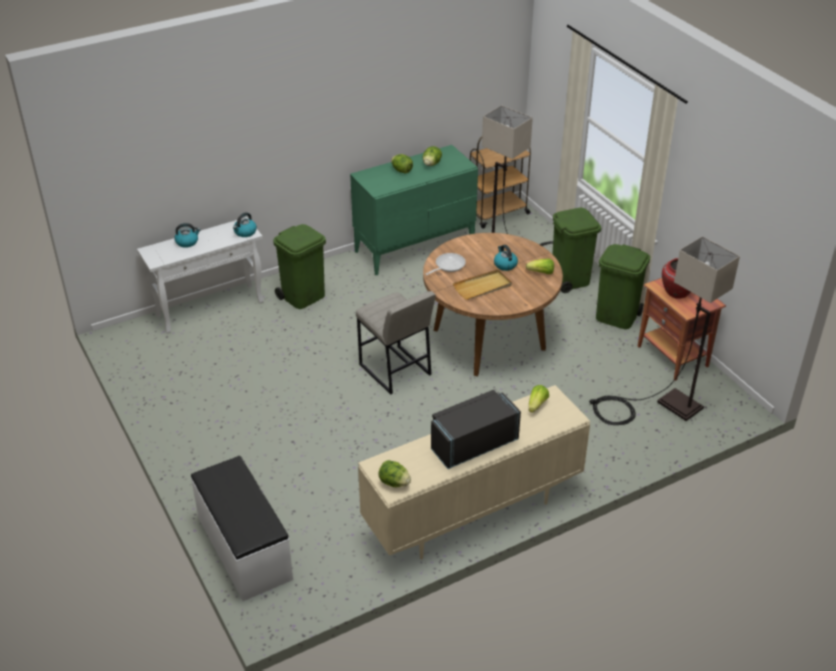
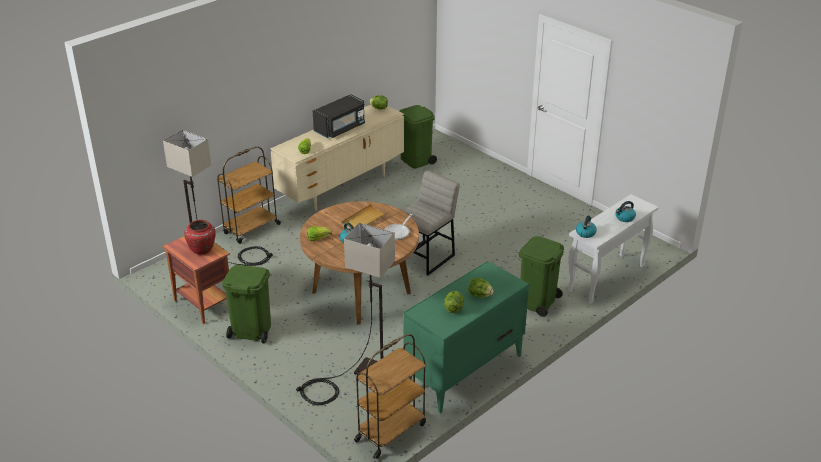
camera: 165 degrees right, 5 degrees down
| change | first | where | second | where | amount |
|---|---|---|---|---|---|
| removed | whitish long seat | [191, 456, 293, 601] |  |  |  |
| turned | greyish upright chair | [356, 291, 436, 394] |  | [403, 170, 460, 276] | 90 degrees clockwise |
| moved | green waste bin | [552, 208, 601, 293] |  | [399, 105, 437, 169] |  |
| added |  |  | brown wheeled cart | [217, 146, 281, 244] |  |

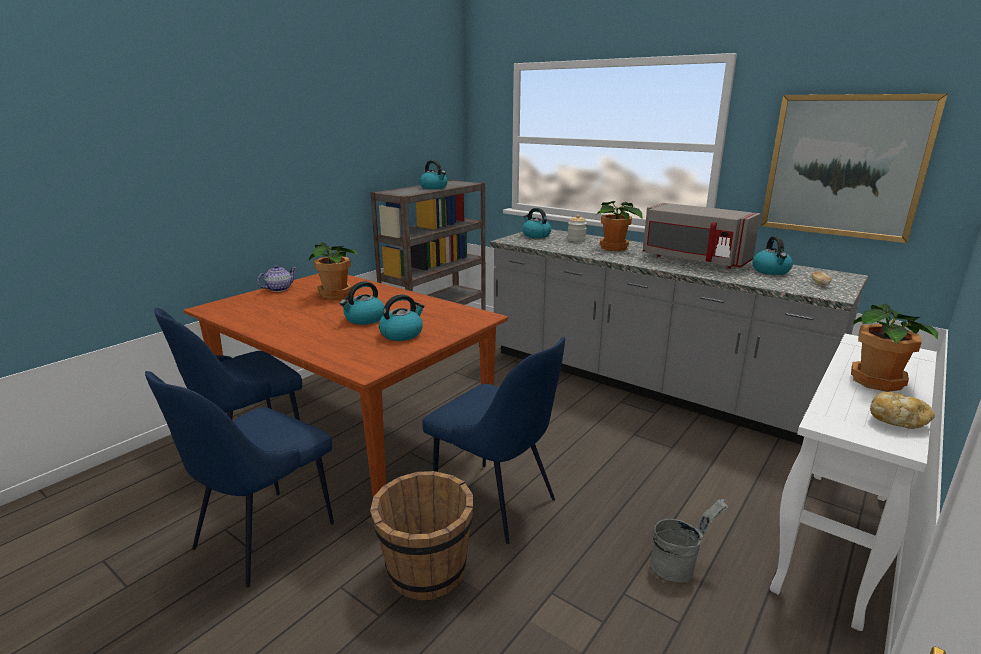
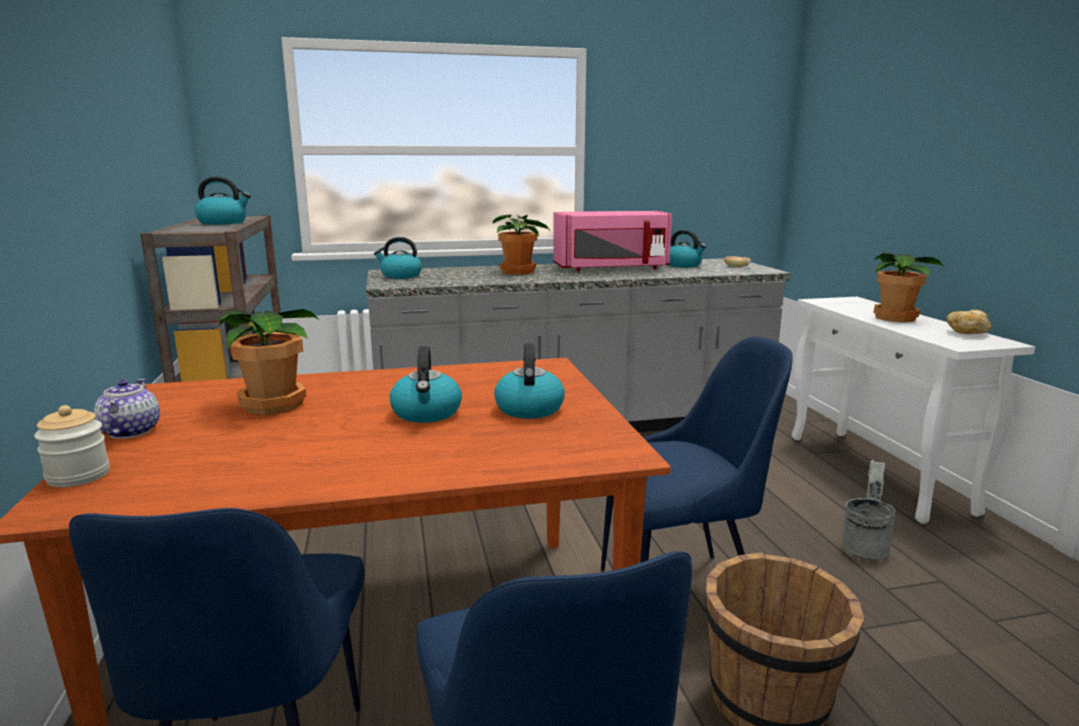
camera: 50 degrees left, 5 degrees down
| change | first | where | second | where | amount |
|---|---|---|---|---|---|
| moved | jar | [567, 215, 587, 242] |  | [34, 405, 110, 487] |  |
| recoloured | greyish kitchen microwave | [643, 203, 761, 269] | pink-coloured kitchen microwave | [553, 211, 672, 271] |  |
| removed | wall art | [760, 94, 948, 243] |  |  |  |

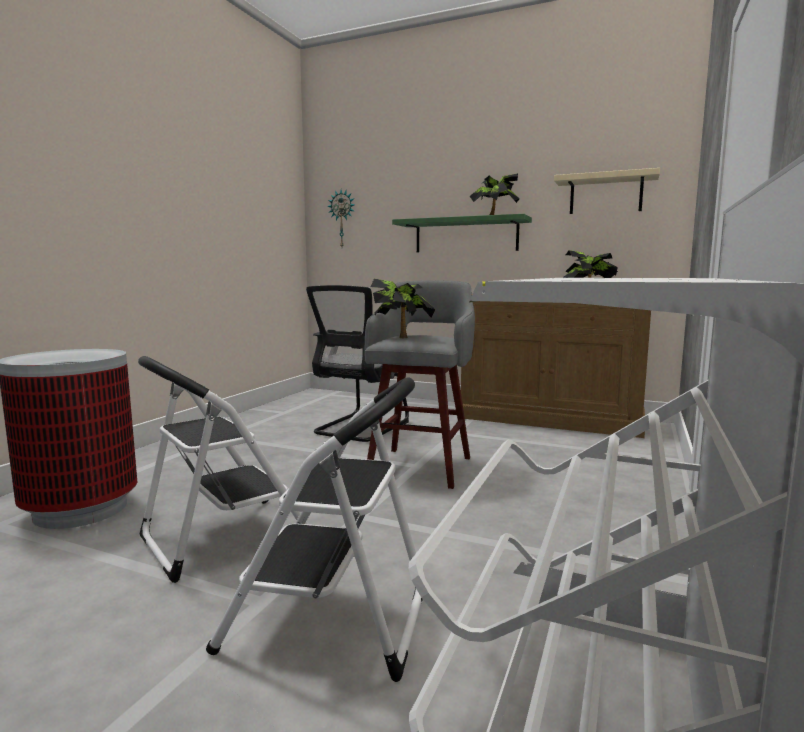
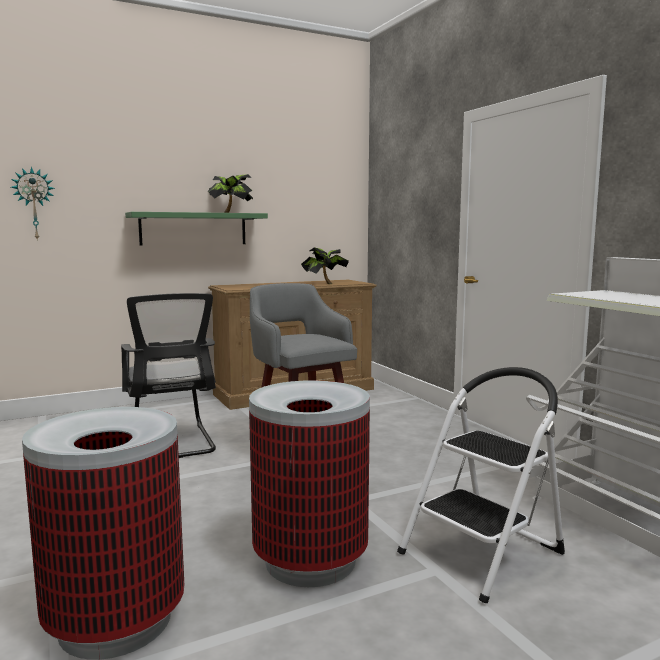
camera: 50 degrees left, 0 degrees up
| change | first | where | second | where | amount |
|---|---|---|---|---|---|
| replaced | step stool | [138, 356, 308, 583] | waste bin | [249, 380, 370, 587] |  |
| removed | plant in a pot | [370, 279, 436, 338] |  |  |  |
| removed | beige wall shelf | [554, 168, 660, 214] |  |  |  |

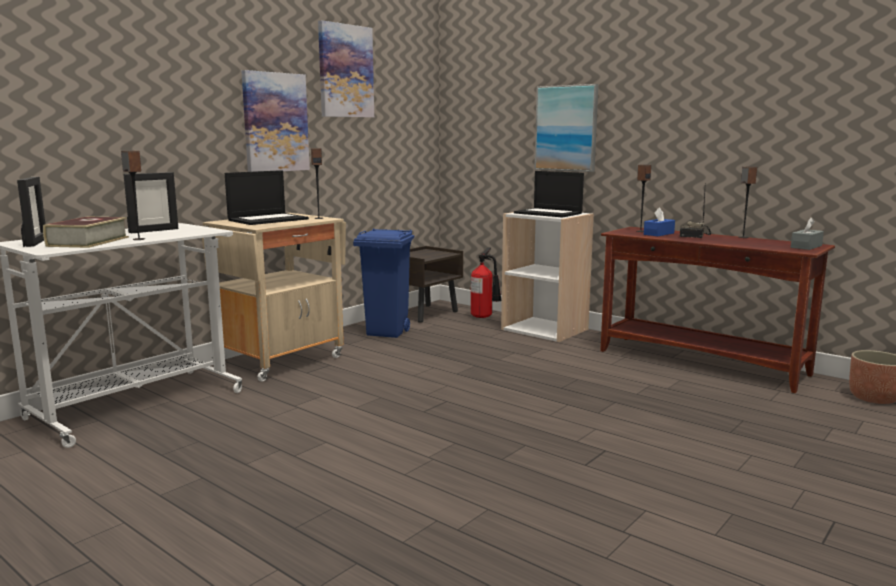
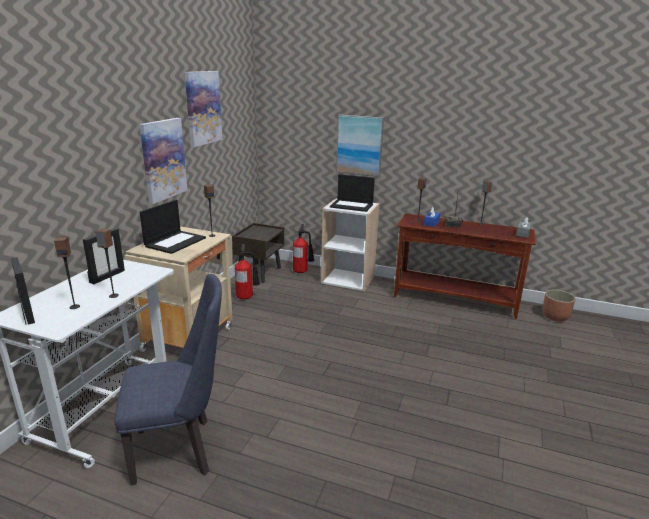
camera: 20 degrees left, 10 degrees up
| change | first | where | second | where | amount |
|---|---|---|---|---|---|
| replaced | volume | [43, 217, 129, 248] | speaker | [54, 237, 80, 309] |  |
| replaced | blue waste bin | [353, 228, 414, 338] | extinguisher | [235, 244, 260, 299] |  |
| added |  |  | blue upright chair | [114, 273, 222, 485] |  |

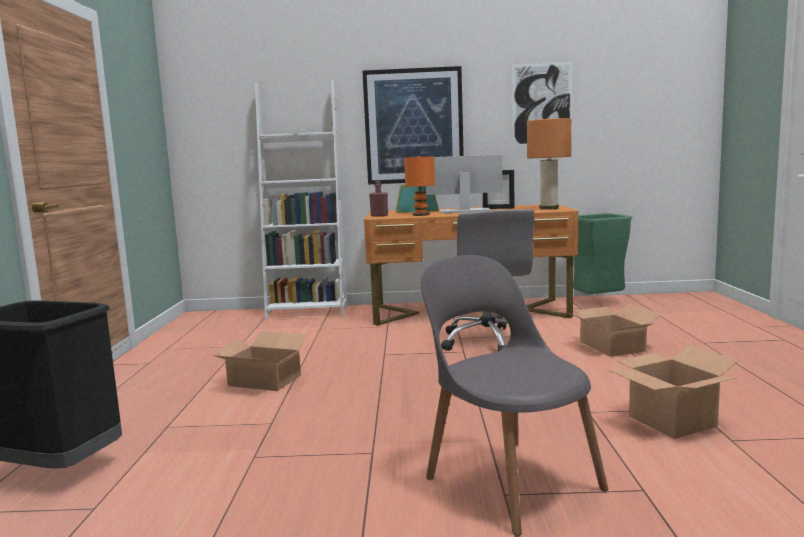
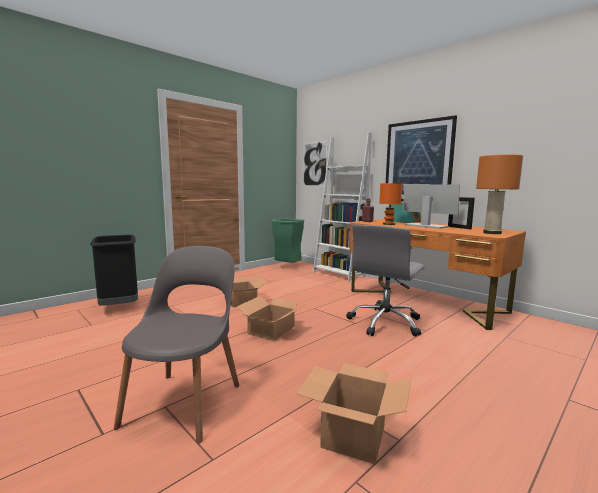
camera: 45 degrees right, 0 degrees up
| change | first | where | second | where | amount |
|---|---|---|---|---|---|
| moved | wall art | [512, 62, 572, 146] |  | [303, 140, 328, 186] |  |
| moved | packing box | [567, 303, 662, 356] |  | [237, 296, 304, 341] |  |
| moved | green waste bin | [573, 213, 632, 294] |  | [271, 218, 305, 263] |  |

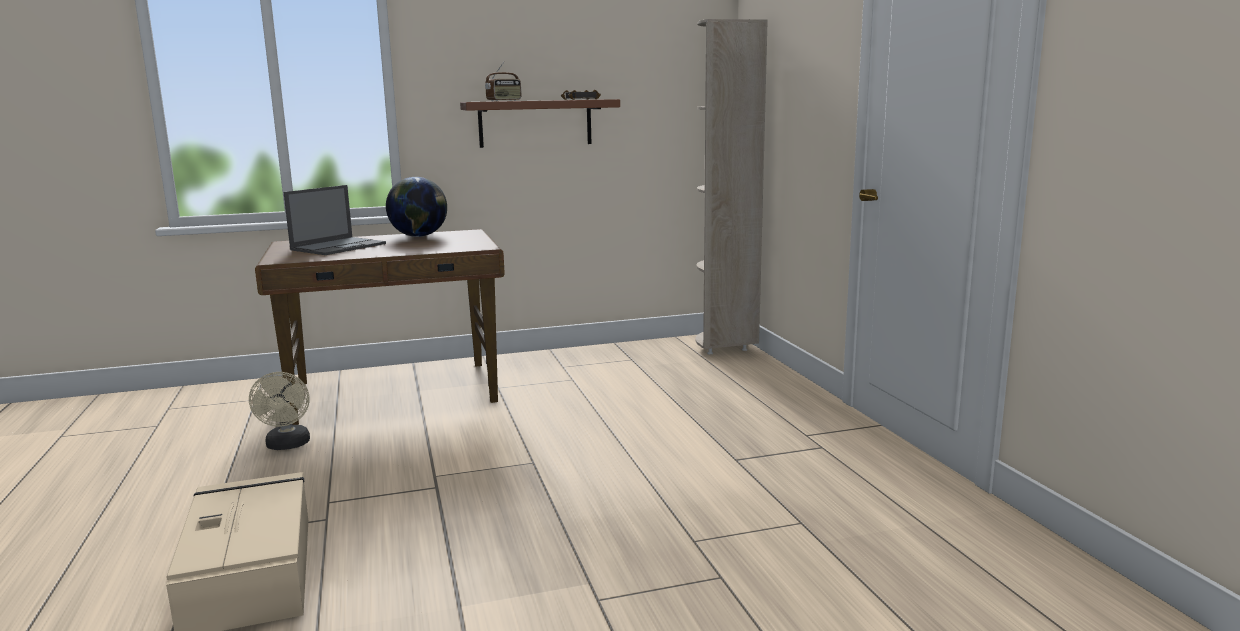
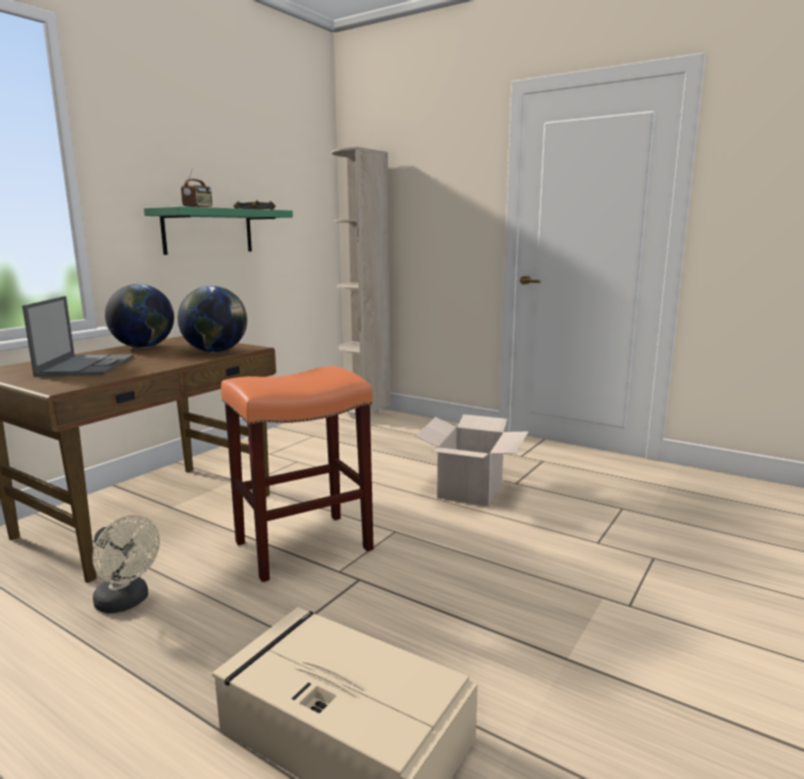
camera: 40 degrees left, 0 degrees up
| change | first | where | second | where | amount |
|---|---|---|---|---|---|
| recoloured | brown wall shelf | [460, 99, 620, 148] | green wall shelf | [144, 206, 293, 255] |  |
| added |  |  | globe | [178, 286, 247, 352] |  |
| added |  |  | orange-coloured stool seat | [221, 366, 374, 582] |  |
| added |  |  | packing box | [415, 414, 528, 506] |  |

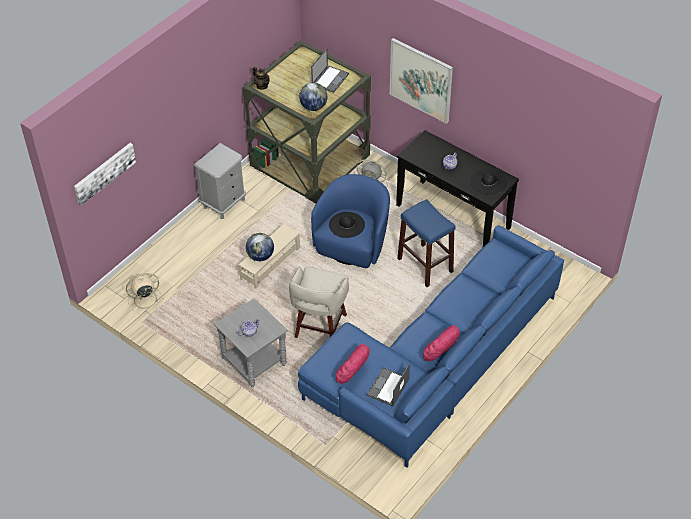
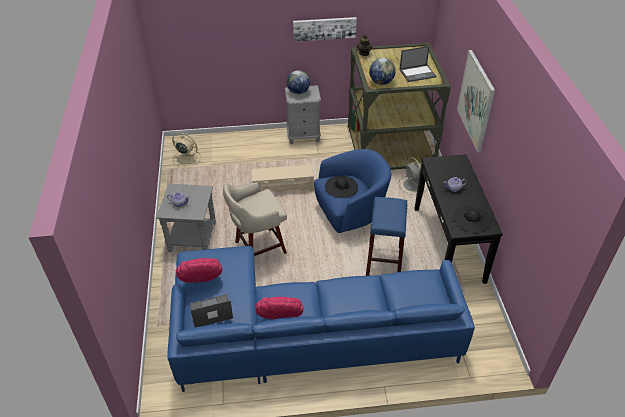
camera: 45 degrees right, 5 degrees down
| change | first | where | second | where | amount |
|---|---|---|---|---|---|
| moved | wall art | [74, 143, 136, 206] |  | [293, 17, 357, 42] |  |
| moved | globe | [246, 233, 274, 261] |  | [287, 70, 310, 94] |  |

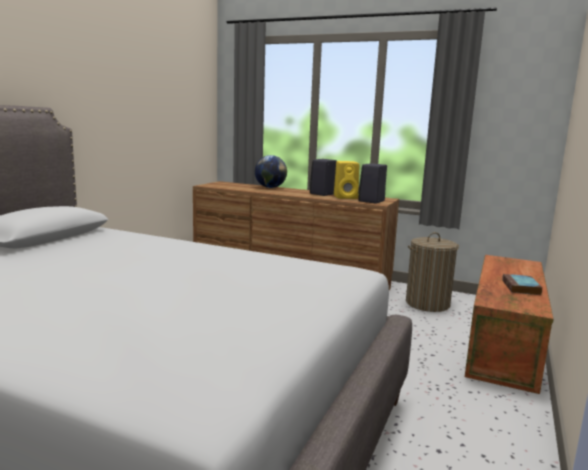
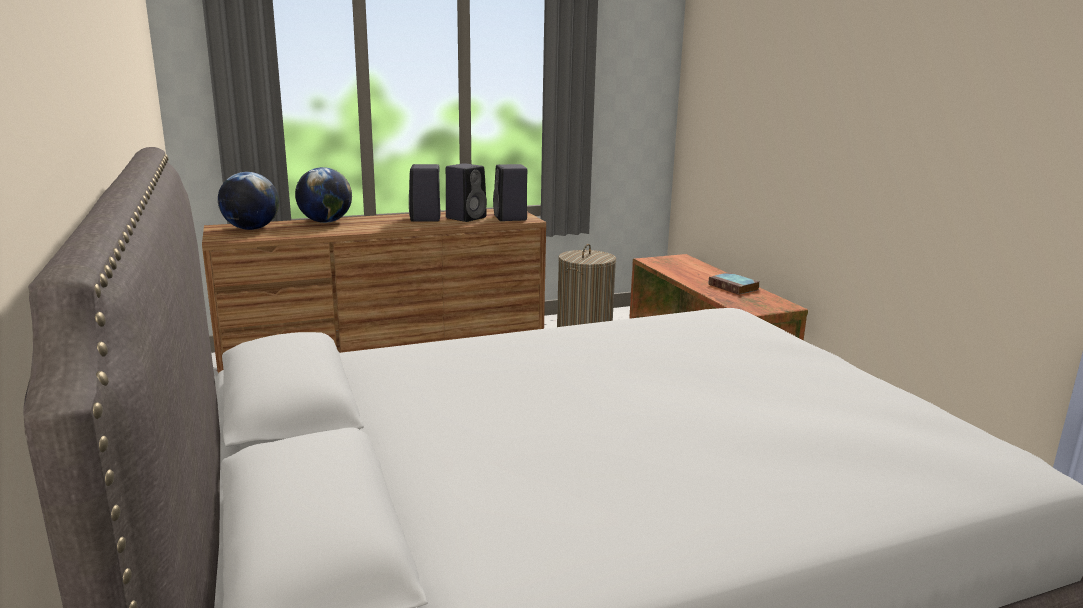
camera: 45 degrees left, 5 degrees up
| change | first | where | second | where | amount |
|---|---|---|---|---|---|
| recoloured | yellow-coloured speaker | [334, 161, 359, 199] | black-coloured speaker | [446, 163, 487, 222] |  |
| added |  |  | globe | [218, 172, 279, 230] |  |

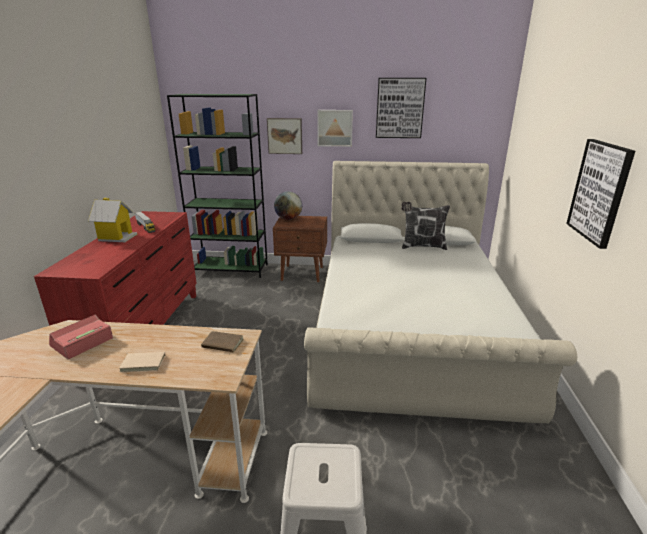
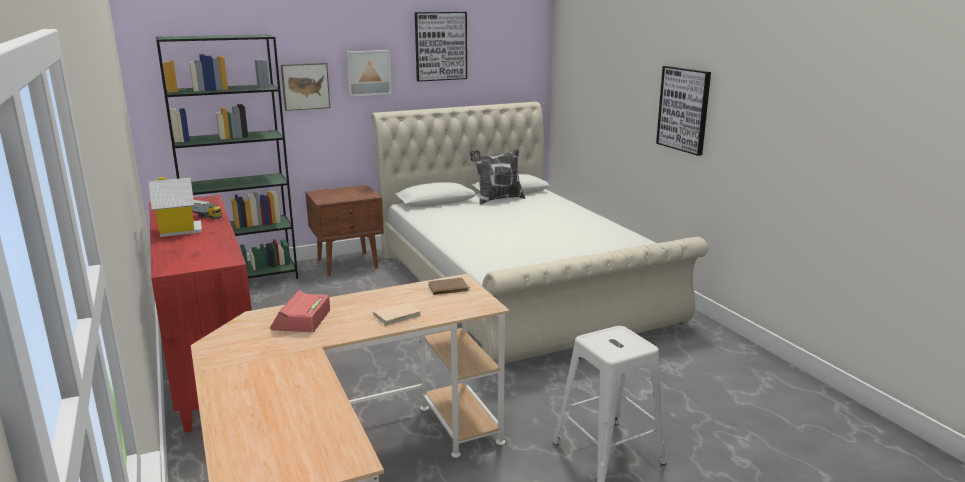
camera: 30 degrees left, 5 degrees down
| change | first | where | second | where | amount |
|---|---|---|---|---|---|
| removed | globe | [274, 191, 302, 220] |  |  |  |

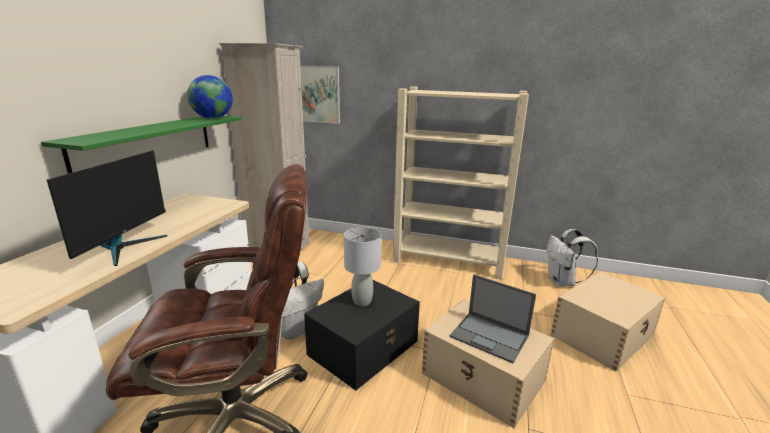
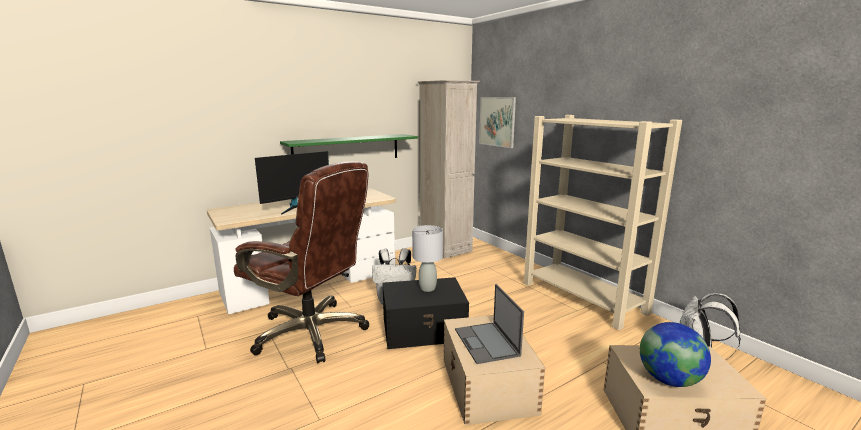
camera: 40 degrees right, 5 degrees down
| change | first | where | second | where | amount |
|---|---|---|---|---|---|
| moved | globe | [187, 75, 233, 119] |  | [640, 322, 711, 387] |  |

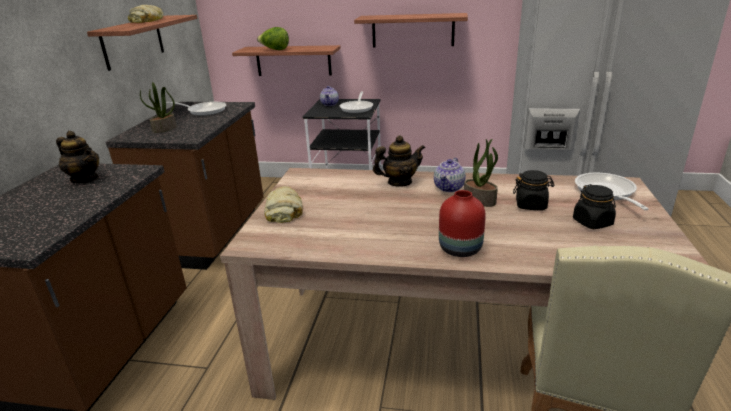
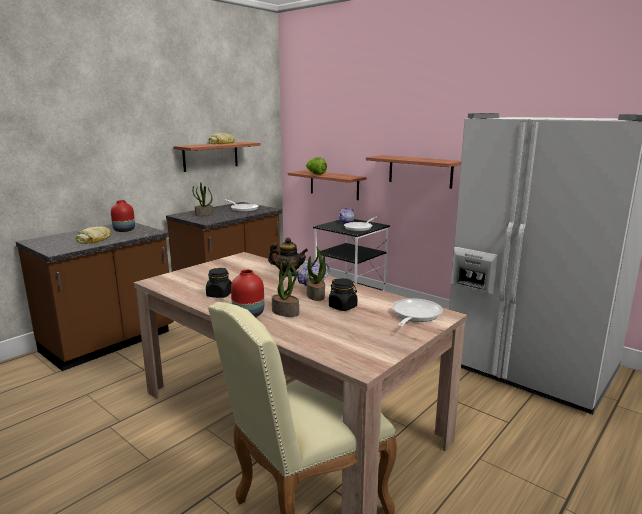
camera: 30 degrees right, 10 degrees down
| change | first | where | second | where | amount |
|---|---|---|---|---|---|
| replaced | teapot | [56, 131, 99, 183] | red vase | [111, 200, 135, 232] |  |
| moved | baked bread | [264, 186, 303, 223] |  | [76, 226, 111, 244] |  |
| moved | black-coloured jar | [573, 184, 616, 229] |  | [206, 268, 232, 298] |  |
| added |  |  | plant in a pot | [272, 259, 299, 317] |  |

